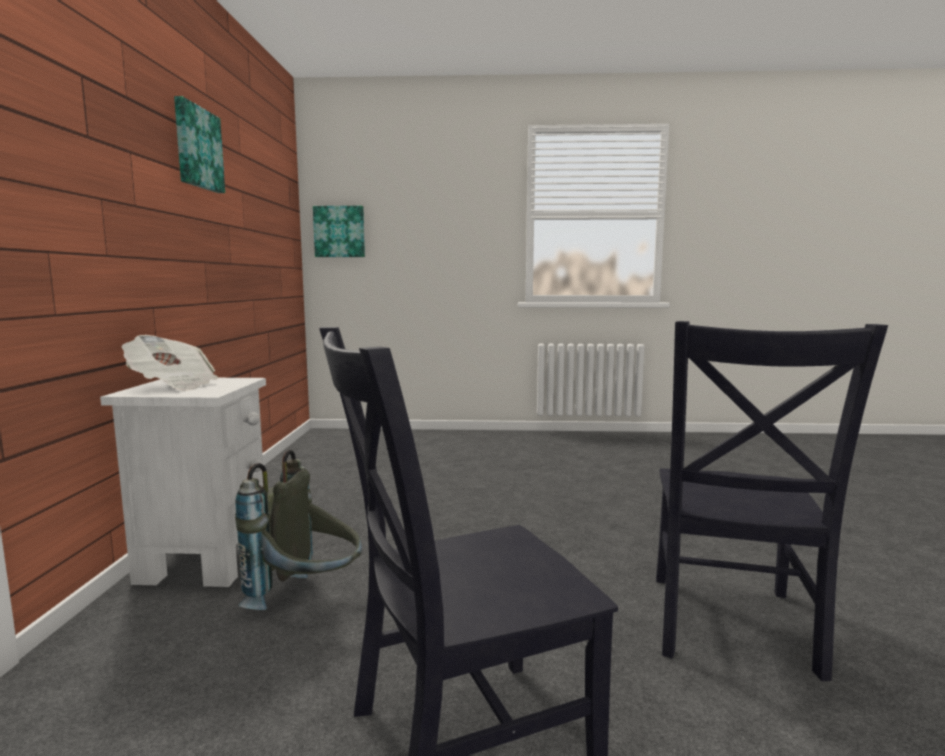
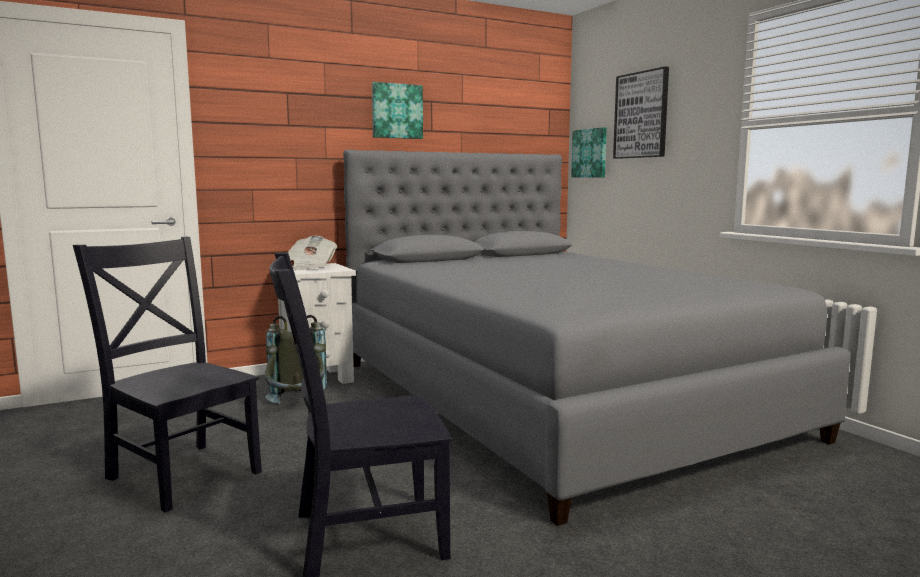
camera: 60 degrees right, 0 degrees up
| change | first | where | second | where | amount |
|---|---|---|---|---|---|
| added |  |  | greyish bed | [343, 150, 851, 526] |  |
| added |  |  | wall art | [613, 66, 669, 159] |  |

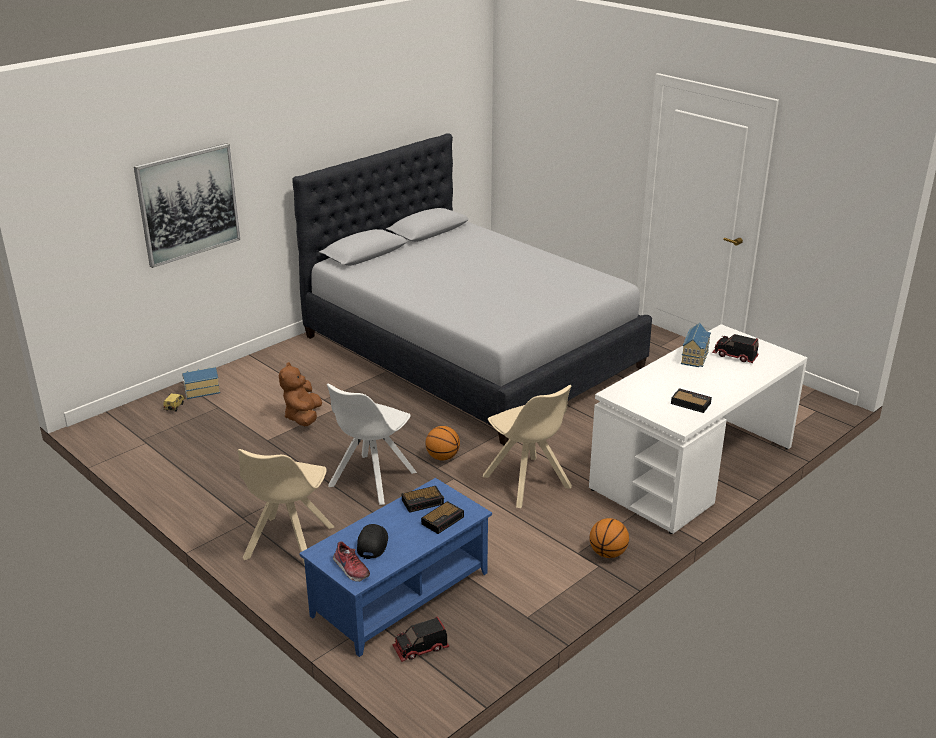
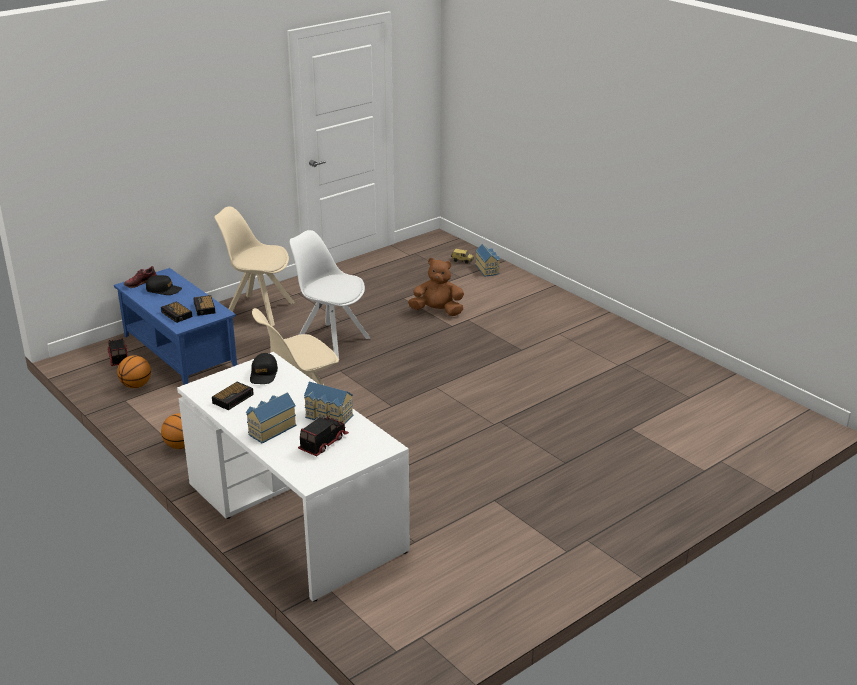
camera: 95 degrees right, 0 degrees up
| change | first | where | second | where | amount |
|---|---|---|---|---|---|
| removed | wall art | [134, 143, 240, 268] |  |  |  |
| removed | greyish bed | [292, 133, 652, 445] |  |  |  |
| moved | basketball | [425, 426, 460, 460] |  | [117, 355, 151, 388] |  |
| added |  |  | toy house | [246, 392, 297, 444] |  |
| added |  |  | black-coloured cap | [250, 353, 278, 384] |  |

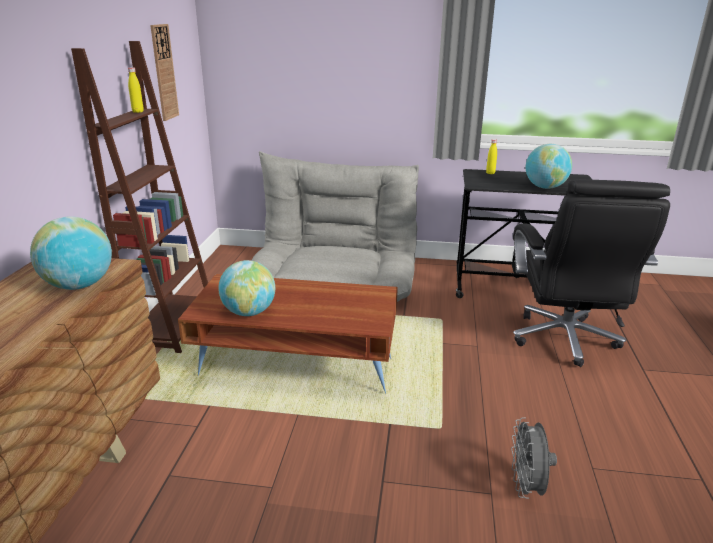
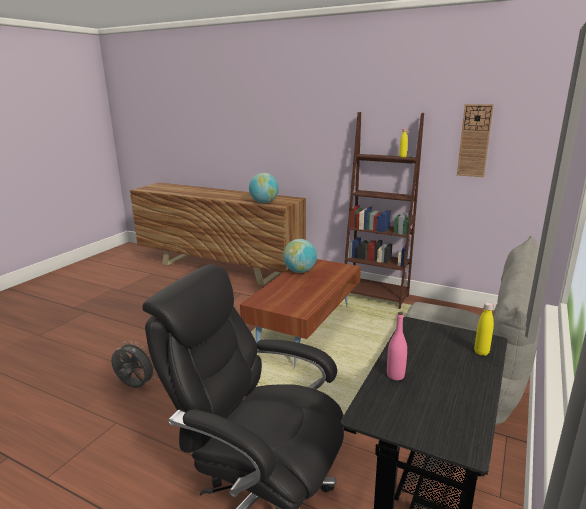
camera: 110 degrees right, 5 degrees down
| change | first | where | second | where | amount |
|---|---|---|---|---|---|
| replaced | globe | [526, 144, 572, 189] | pink-coloured drink bottle | [387, 312, 407, 380] |  |

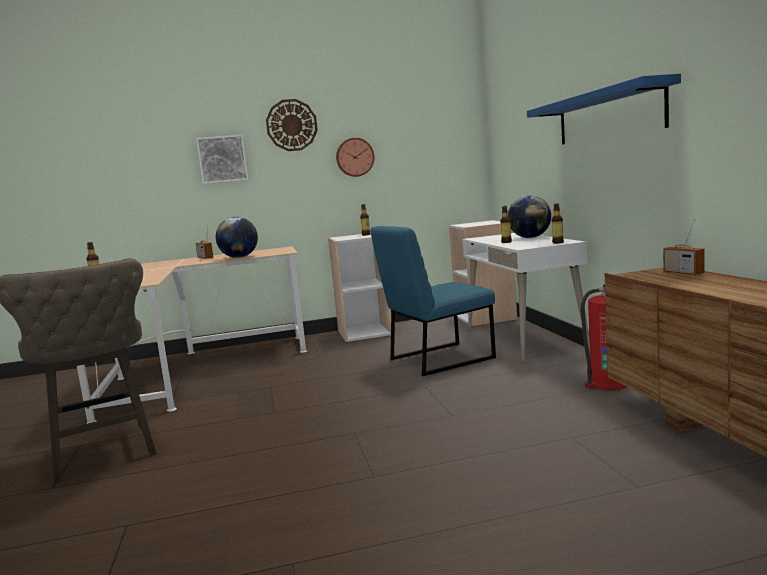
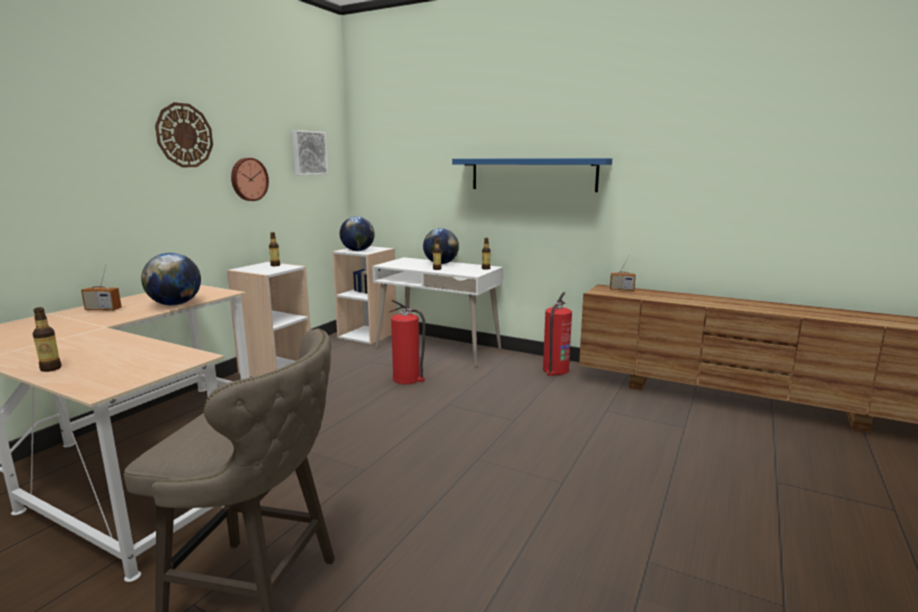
camera: 50 degrees left, 5 degrees up
| change | first | where | second | where | amount |
|---|---|---|---|---|---|
| moved | wall art | [196, 135, 248, 184] |  | [292, 130, 328, 175] |  |
| replaced | blue upright chair | [370, 226, 496, 376] | extinguisher | [388, 300, 425, 384] |  |
| added |  |  | globe | [340, 216, 375, 251] |  |

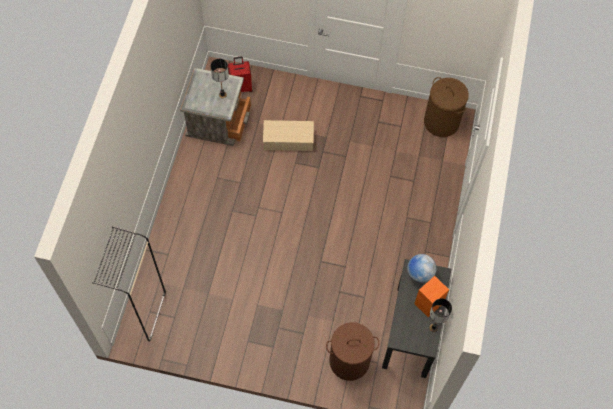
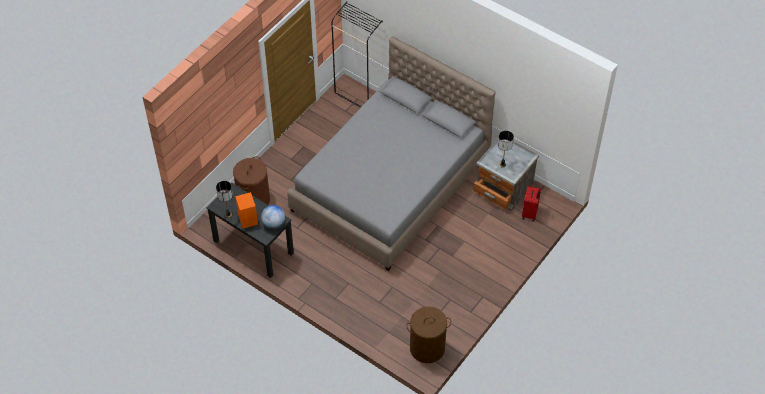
camera: 115 degrees right, 10 degrees down
| change | first | where | second | where | amount |
|---|---|---|---|---|---|
| removed | beige storage container | [263, 120, 314, 151] |  |  |  |
| added |  |  | greyish bed | [287, 36, 495, 271] |  |

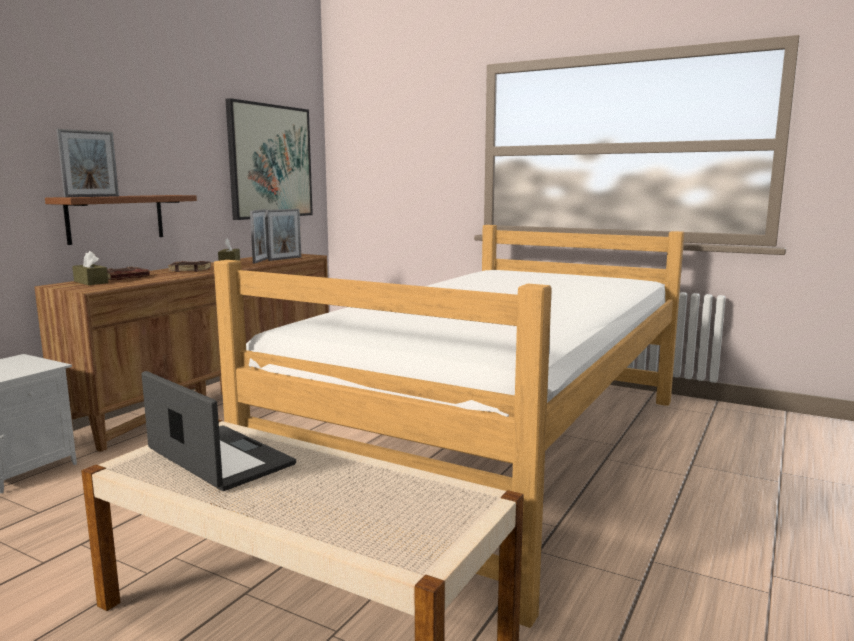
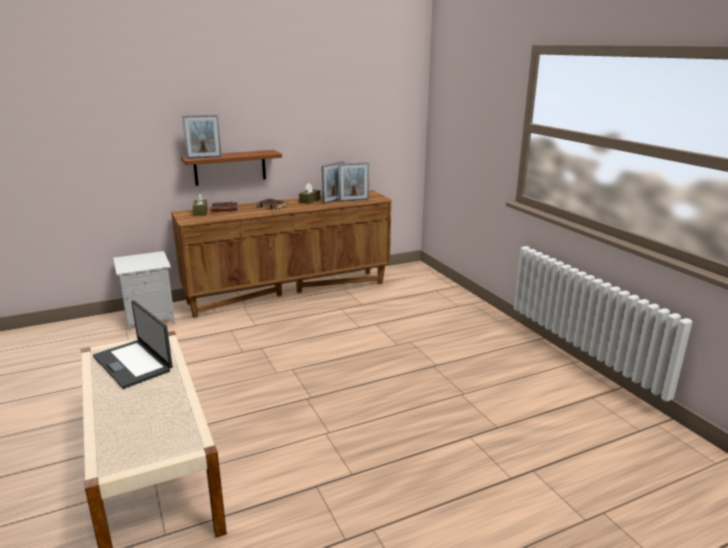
camera: 35 degrees right, 10 degrees up
| change | first | where | second | where | amount |
|---|---|---|---|---|---|
| turned | notebook computer | [142, 371, 296, 491] |  | [93, 300, 173, 389] | 150 degrees clockwise |
| removed | bed | [214, 225, 684, 628] |  |  |  |
| removed | wall art | [226, 98, 313, 220] |  |  |  |

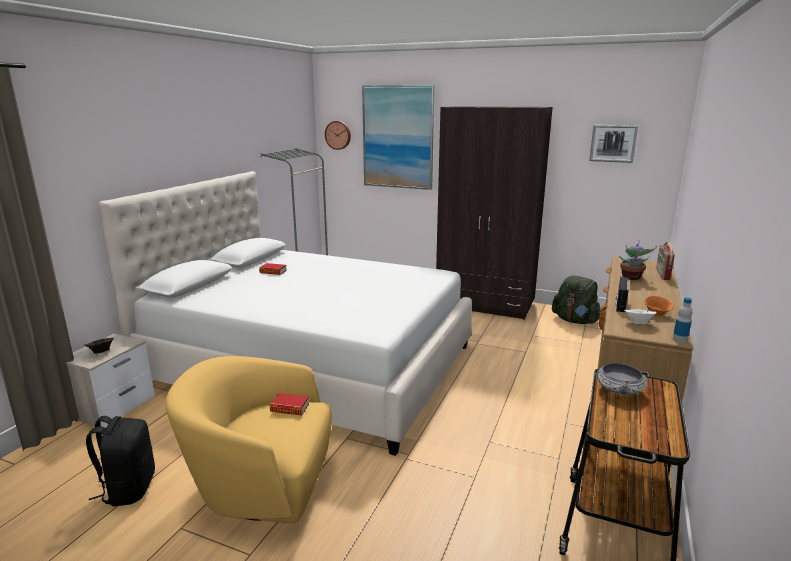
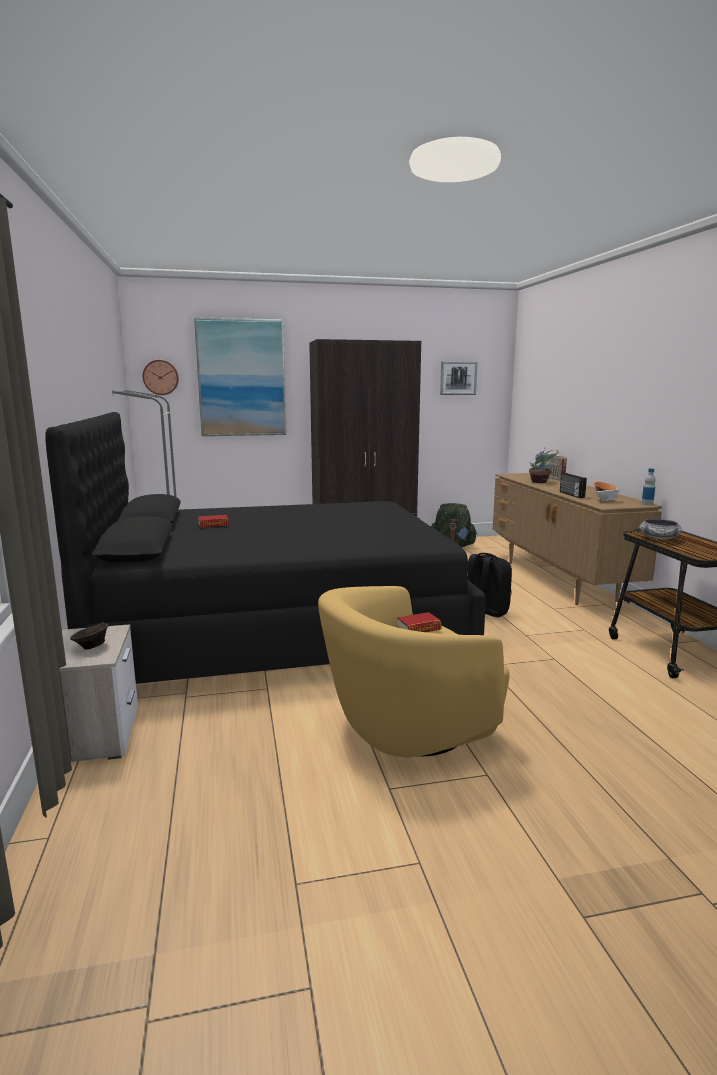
camera: 35 degrees left, 5 degrees down
| change | first | where | second | where | amount |
|---|---|---|---|---|---|
| moved | black-coloured rucksack | [86, 416, 155, 506] |  | [468, 553, 512, 617] |  |
| recoloured | whitish bed | [98, 171, 472, 456] | black-coloured bed | [45, 412, 486, 684] |  |

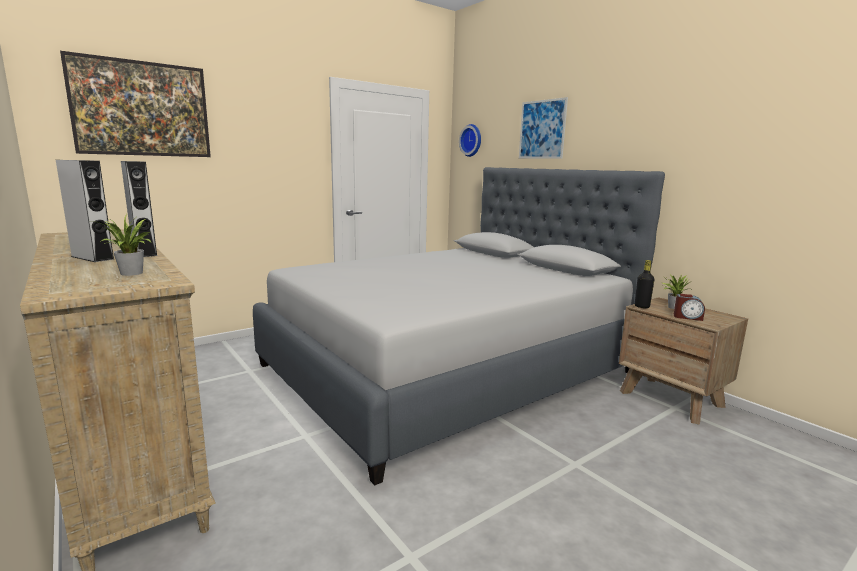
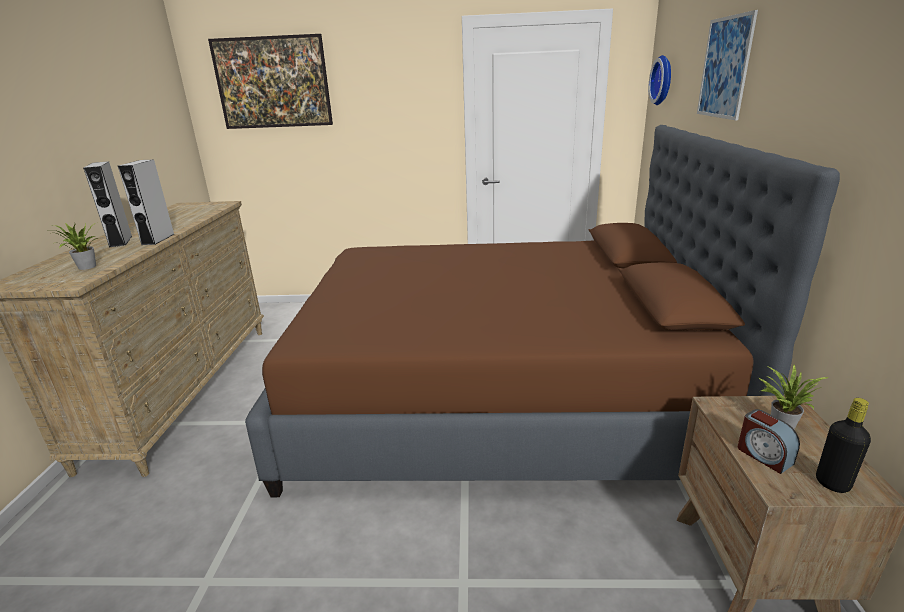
camera: 40 degrees right, 10 degrees up
| change | first | where | second | where | amount |
|---|---|---|---|---|---|
| recoloured | greyish bed | [253, 167, 665, 485] | brown bed | [245, 125, 840, 497] |  |
| moved | black-coloured drink bottle | [635, 260, 655, 308] |  | [816, 398, 871, 493] |  |

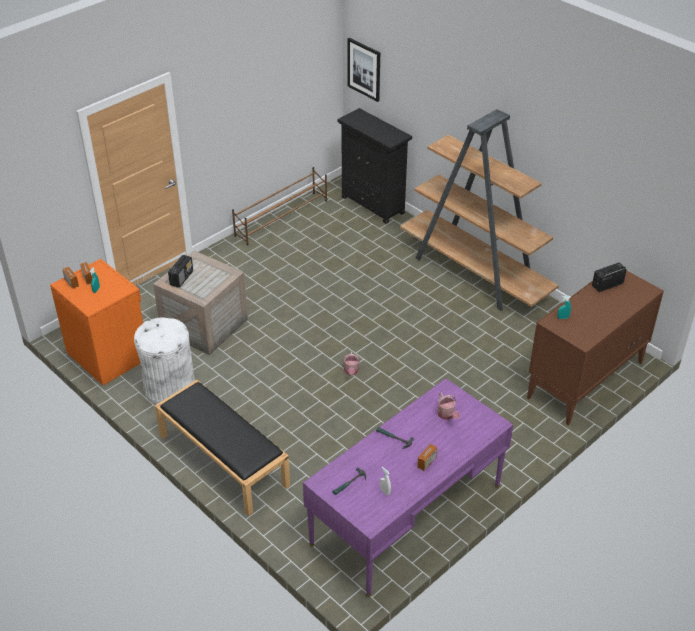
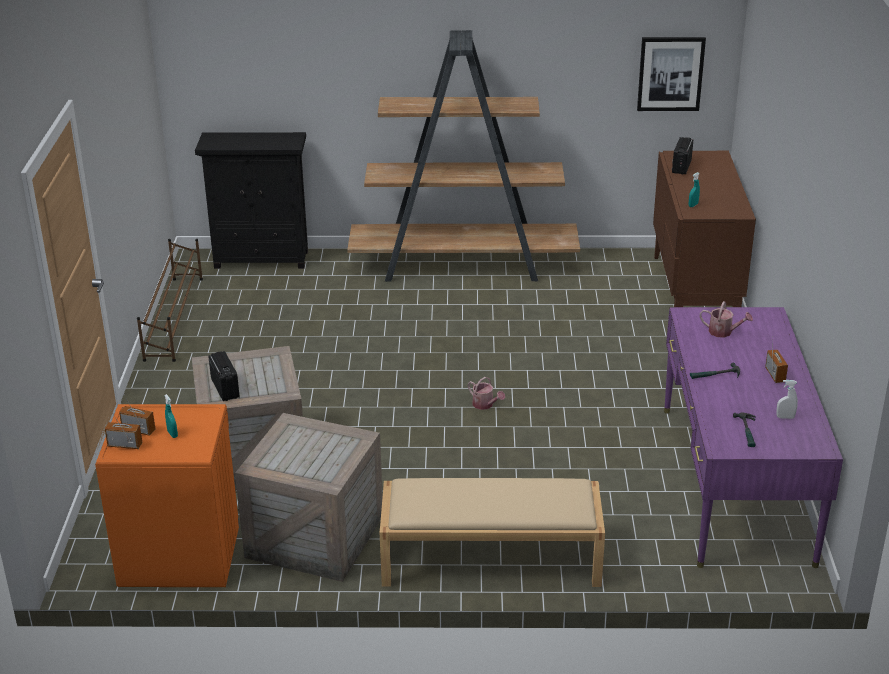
camera: 45 degrees left, 10 degrees down
| change | first | where | second | where | amount |
|---|---|---|---|---|---|
| replaced | whitish waste bin | [134, 317, 195, 404] | packing crate | [235, 413, 383, 582] |  |
| recoloured | black-coloured long seat | [155, 380, 290, 516] | beige long seat | [380, 478, 605, 587] |  |
| moved | wall art | [348, 38, 380, 102] |  | [637, 37, 706, 111] |  |

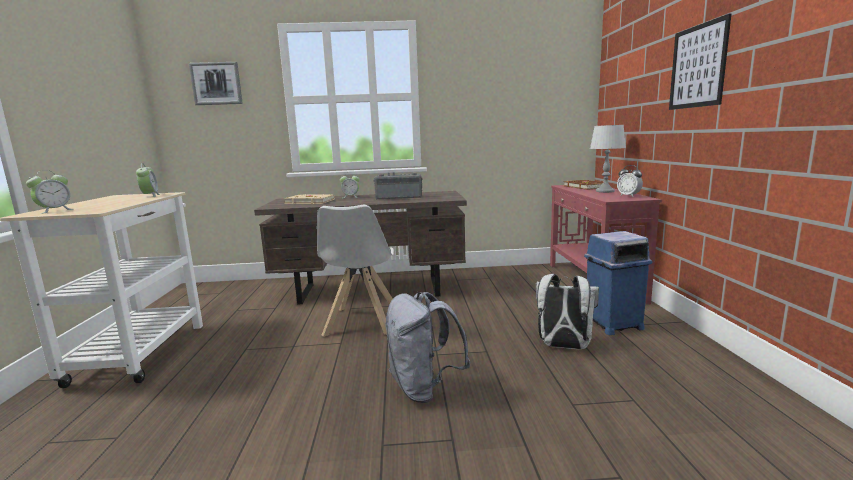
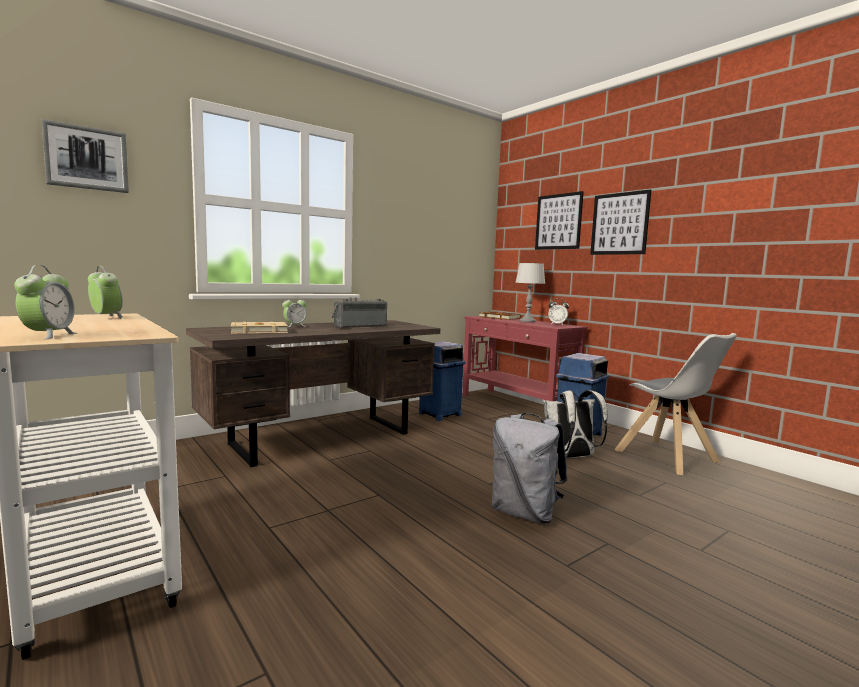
camera: 35 degrees left, 5 degrees down
| change | first | where | second | where | amount |
|---|---|---|---|---|---|
| moved | upright chair | [317, 205, 394, 337] |  | [615, 333, 737, 475] |  |
| added |  |  | blue waste bin | [419, 341, 466, 421] |  |
| added |  |  | wall art | [535, 191, 584, 250] |  |

